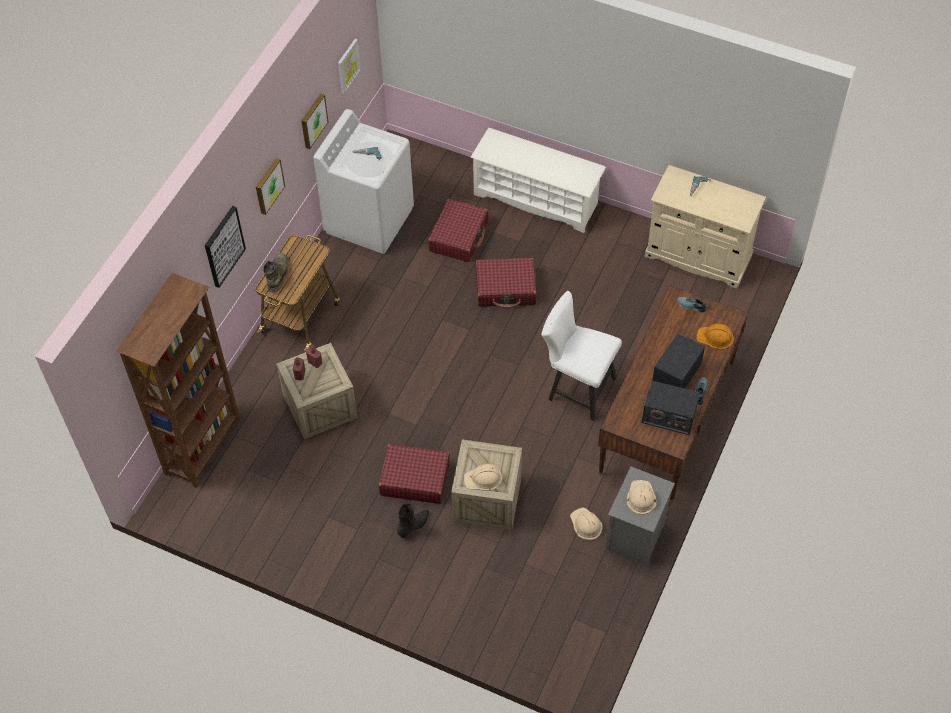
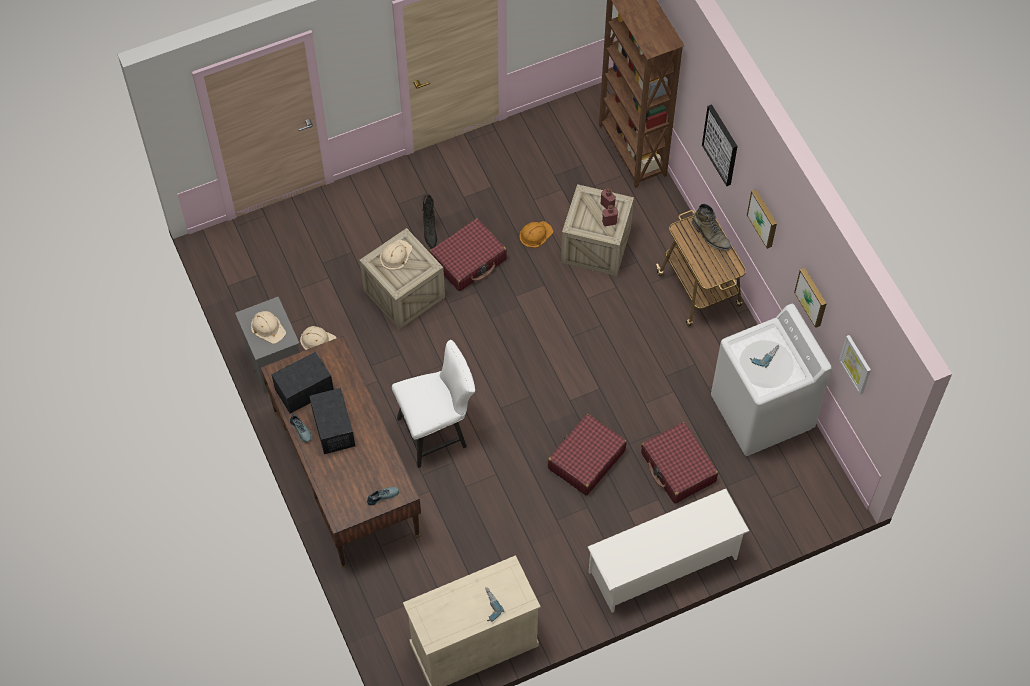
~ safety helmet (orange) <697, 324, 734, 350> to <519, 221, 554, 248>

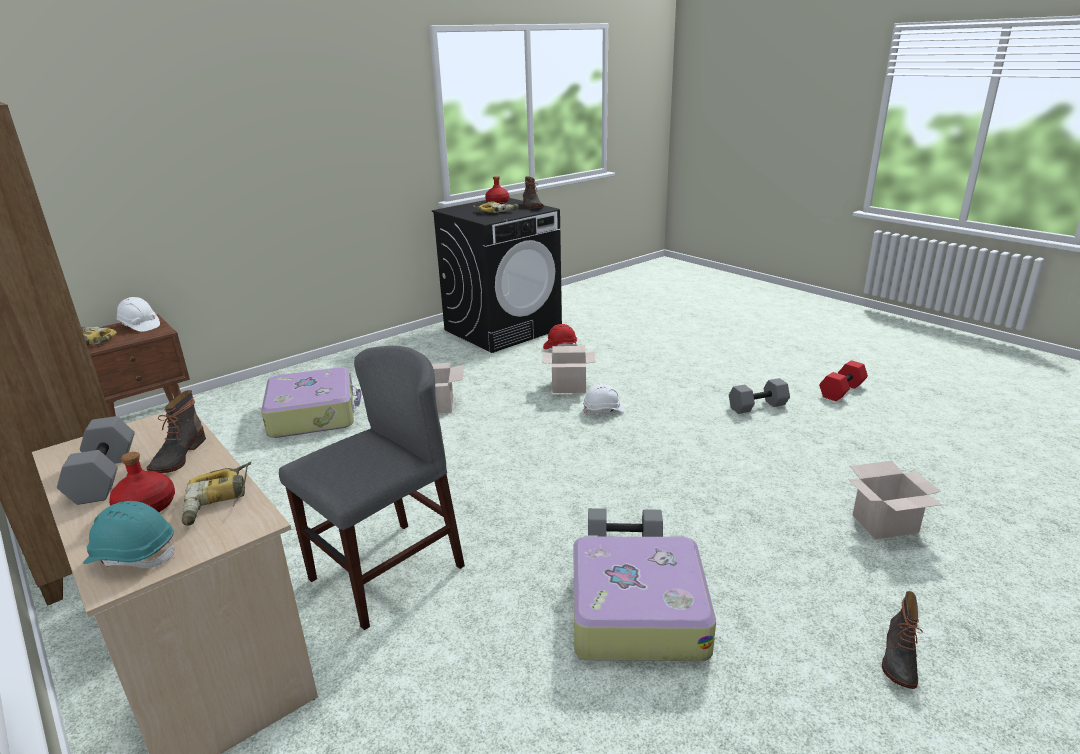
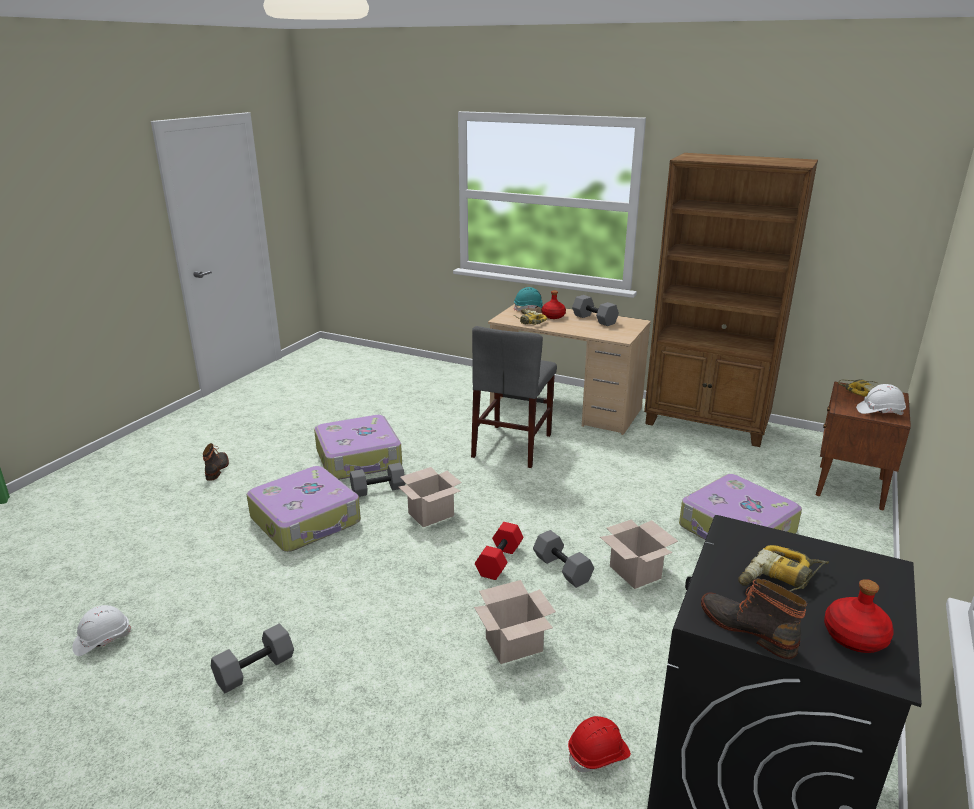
~ safety helmet (white-coloured) <583, 384, 625, 415> to <72, 605, 131, 656>
+ suitcase <246, 466, 361, 552>
~ packing box <848, 461, 942, 539> to <399, 467, 462, 527>
~ dumbbell (reddish) <819, 360, 868, 401> to <475, 522, 524, 580>
+ dumbbell (greyish) <533, 530, 594, 588>
- tall boot <146, 390, 206, 473>

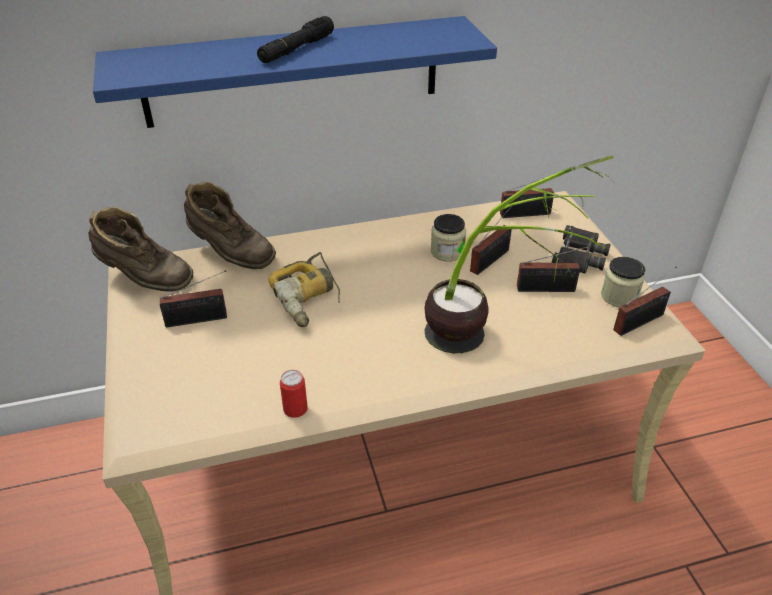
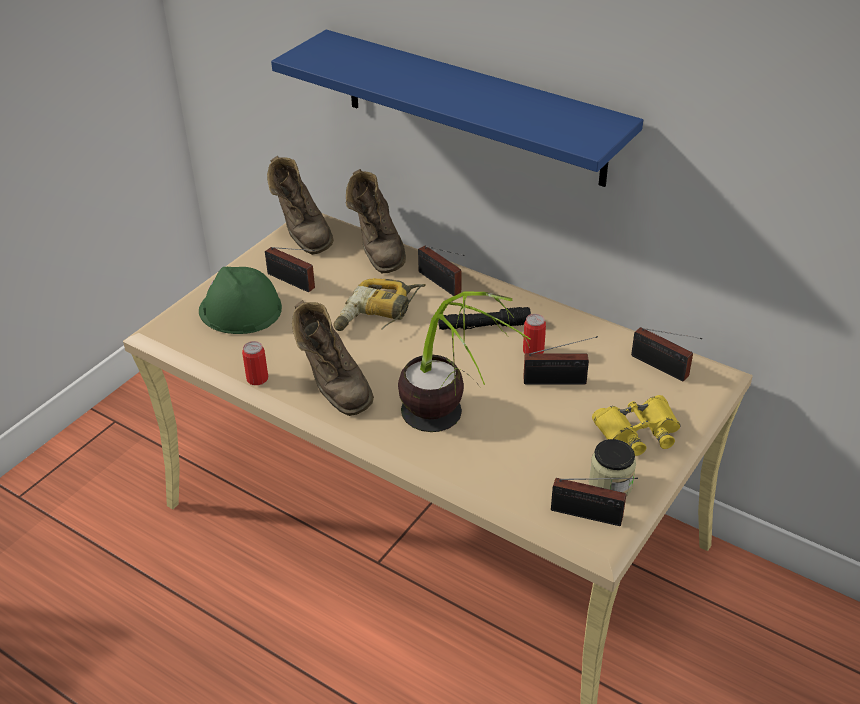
+ safety helmet (green-coloured) <199, 267, 282, 334>
+ tall boot (brown-coloured) <292, 300, 374, 416>
~ radio set <517, 246, 590, 292> to <418, 246, 465, 296>
~ hand torch (black) <257, 16, 334, 63> to <438, 307, 531, 330>
~ jar <431, 214, 466, 262> to can <523, 314, 546, 354>
~ binoculars (black) <551, 225, 611, 274> to binoculars (yellow-coloured) <592, 395, 680, 456>

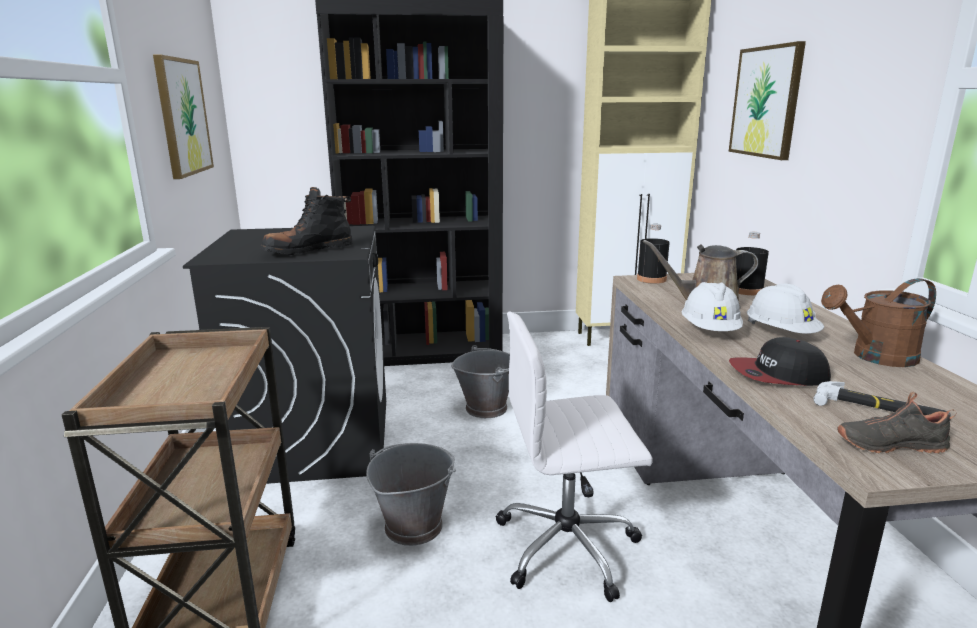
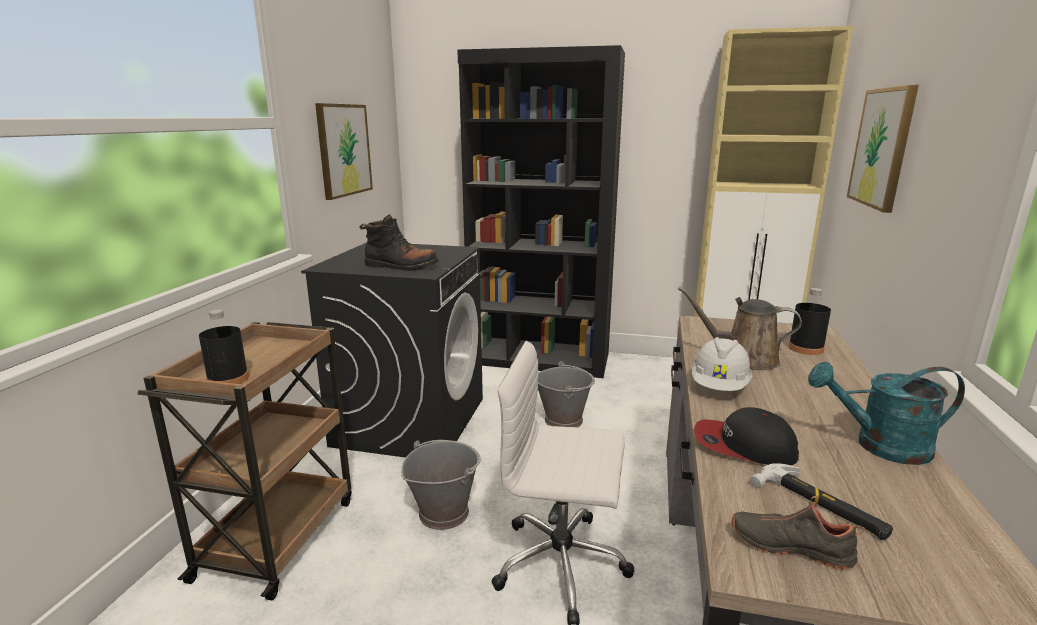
~ drink bottle (black) <637, 224, 670, 284> to <199, 309, 249, 384>
~ tall boot (black) <260, 187, 353, 255> = <359, 214, 439, 271> 150 degrees counterclockwise
~ watering pot (brown-coloured) <821, 278, 936, 367> to watering pot (blue-green) <808, 362, 965, 465>
- safety helmet (white-coloured) <747, 284, 824, 334>

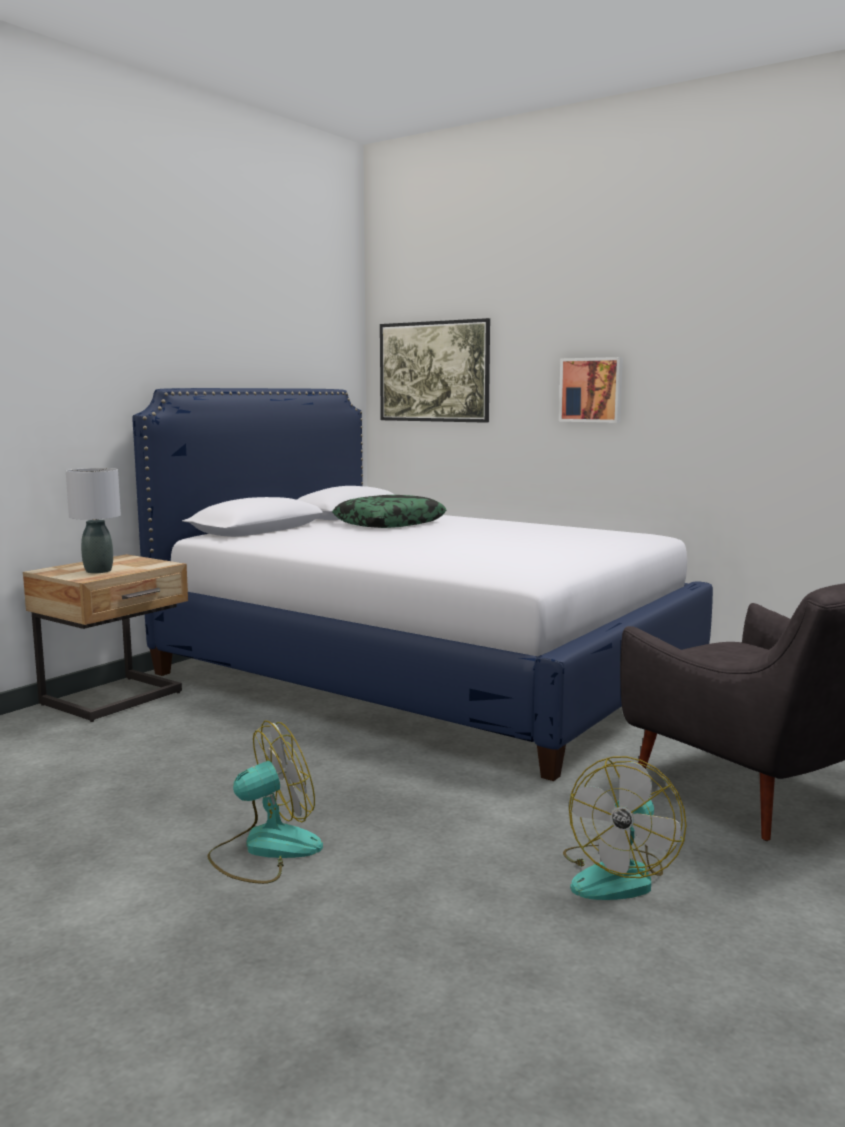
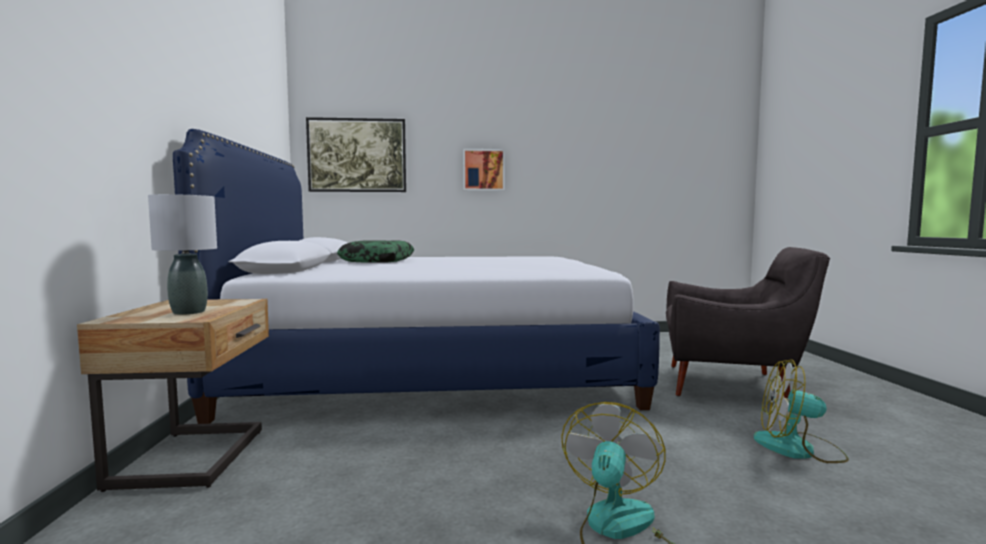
~ cooling fan <563, 756, 687, 900> = <754, 359, 849, 463> 120 degrees clockwise

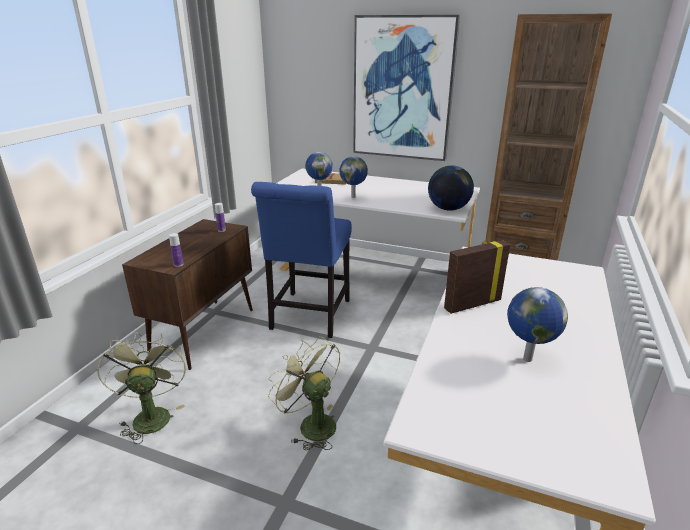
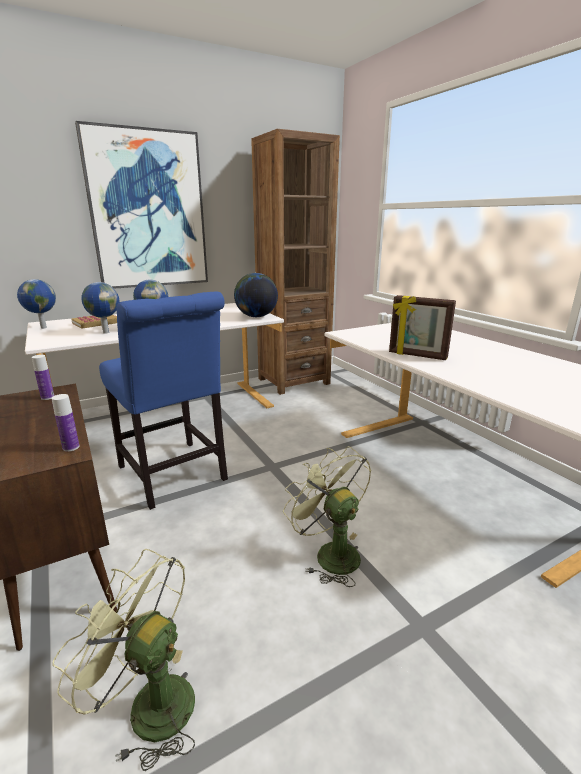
~ world globe <507, 287, 568, 362> to <17, 279, 56, 329>
~ cooling fan (green-coloured) <268, 336, 340, 450> = <283, 446, 371, 587> 60 degrees clockwise
~ picture frame <444, 240, 510, 314> = <389, 295, 456, 360> 75 degrees counterclockwise

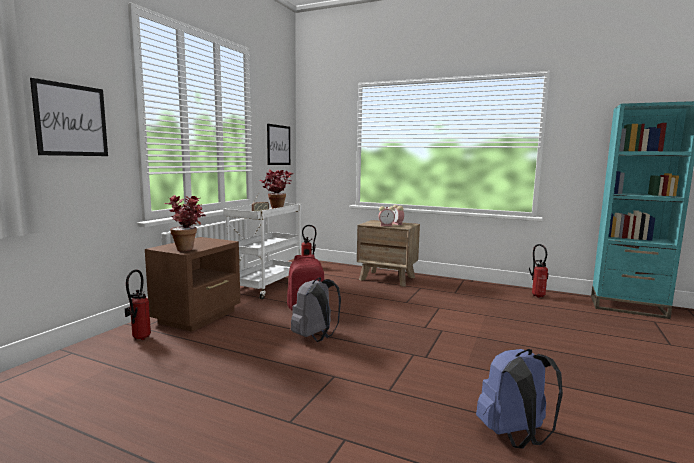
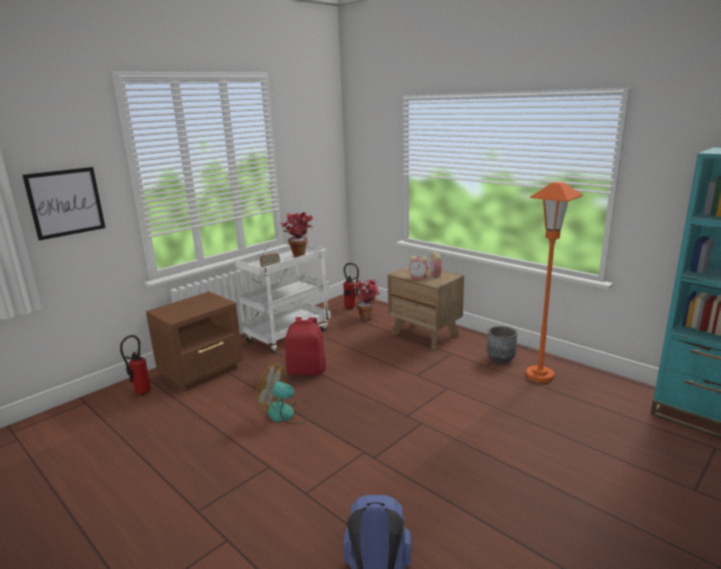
~ knapsack (greyish) <291, 277, 341, 342> to cooling fan <256, 363, 313, 424>
~ plant in a pot <164, 195, 206, 251> to <353, 279, 380, 320>
+ flower pot (greyish) <487, 326, 518, 363>
+ standard lamp (orange) <526, 182, 583, 383>
- picture <267, 124, 290, 165>
- fire extinguisher <529, 244, 548, 298>

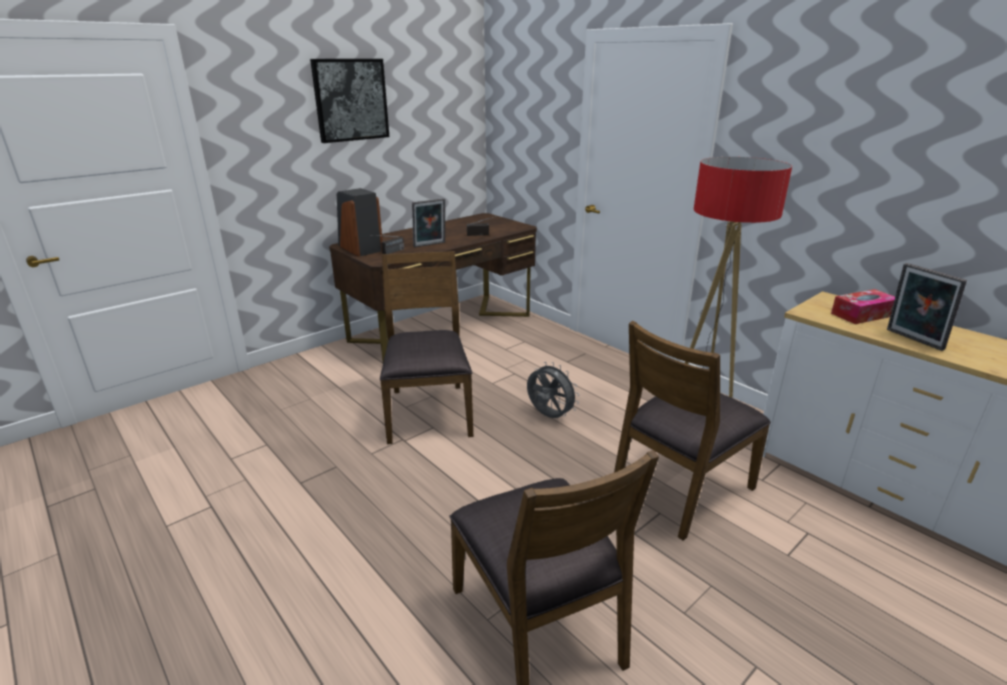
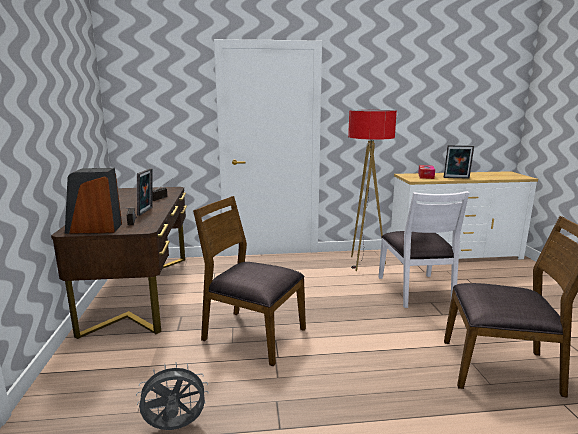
~ cooling fan (greyish) <527, 362, 579, 418> to <136, 362, 209, 430>
~ chair (brown-coloured) <614, 321, 771, 541> to chair (white-coloured) <378, 191, 469, 308>
- picture <310, 59, 389, 143>

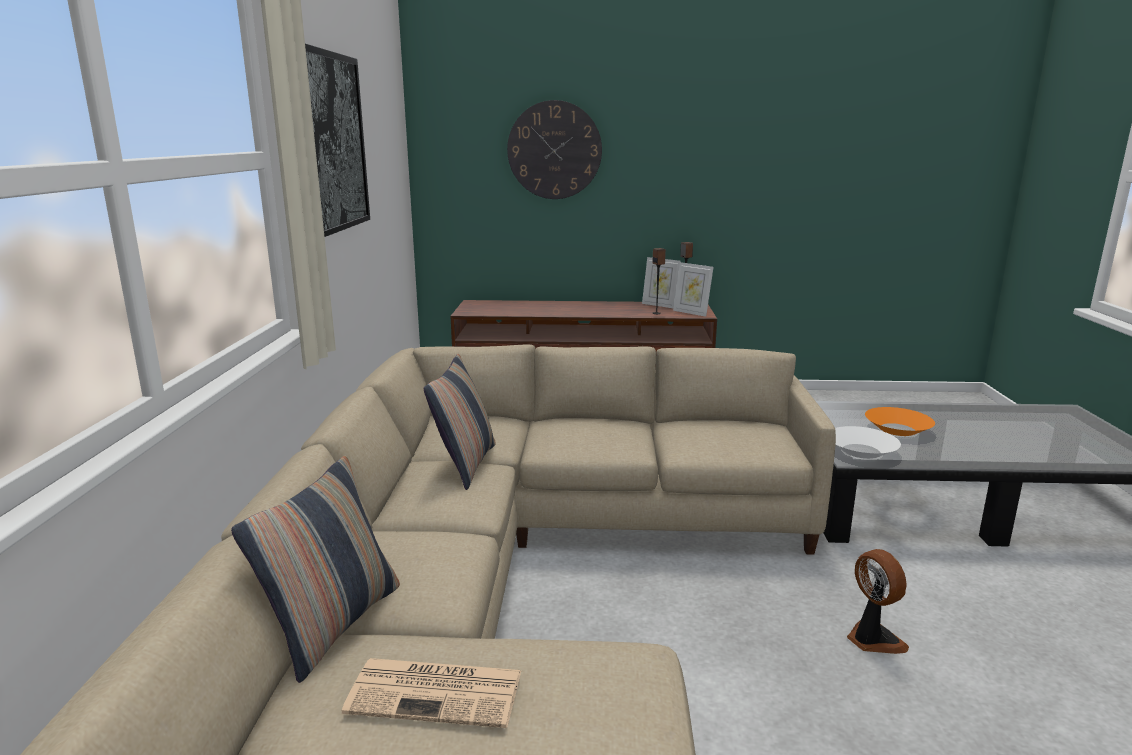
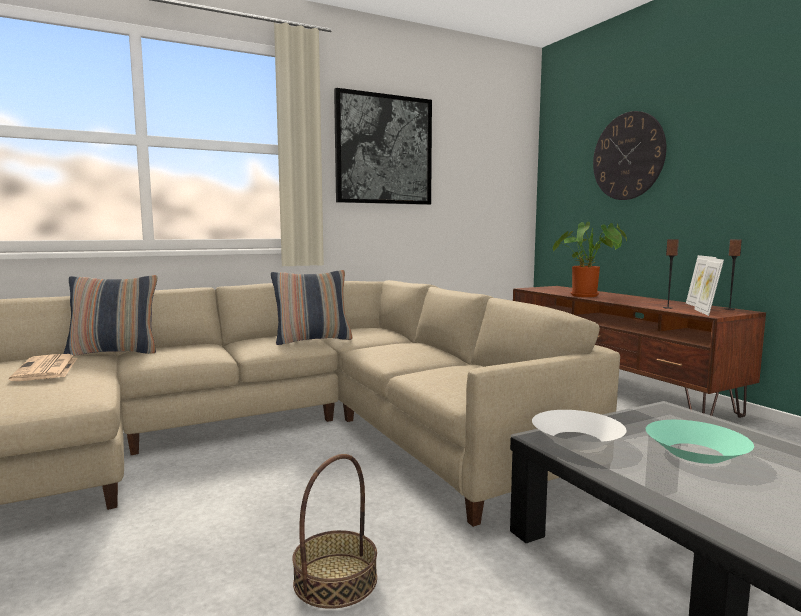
~ cooling fan <847, 549, 909, 654> to basket <292, 454, 377, 609>
+ plant in a pot <553, 221, 627, 297>
~ bowl (orange) <865, 407, 935, 436> to bowl (blue-green) <646, 420, 754, 464>

